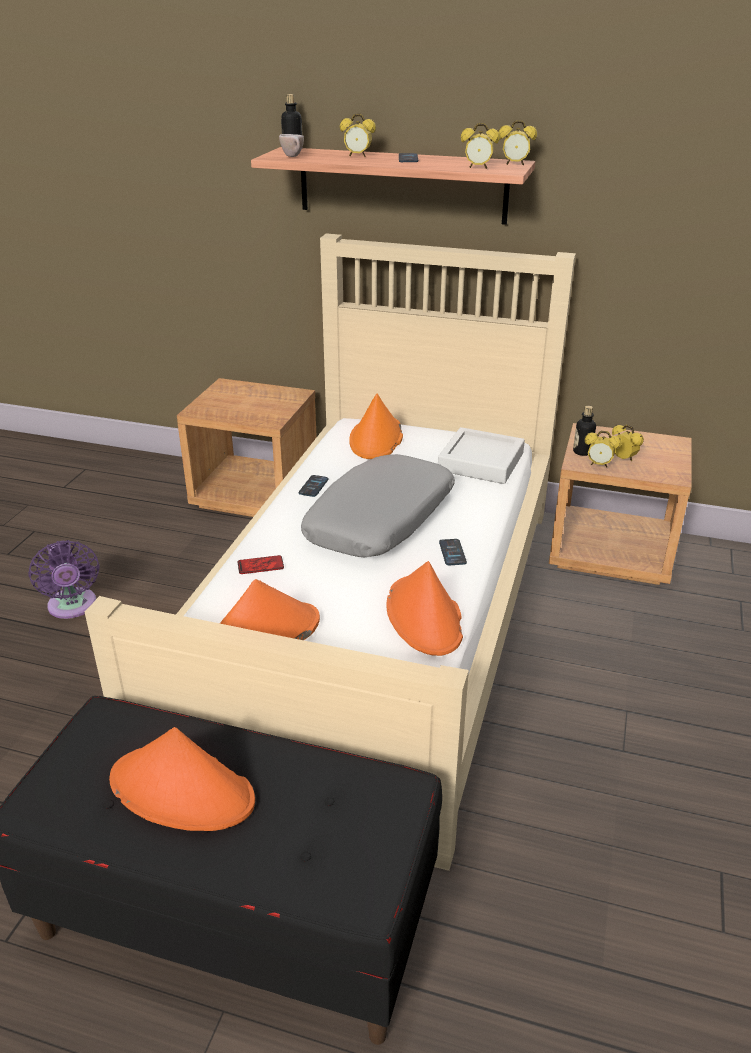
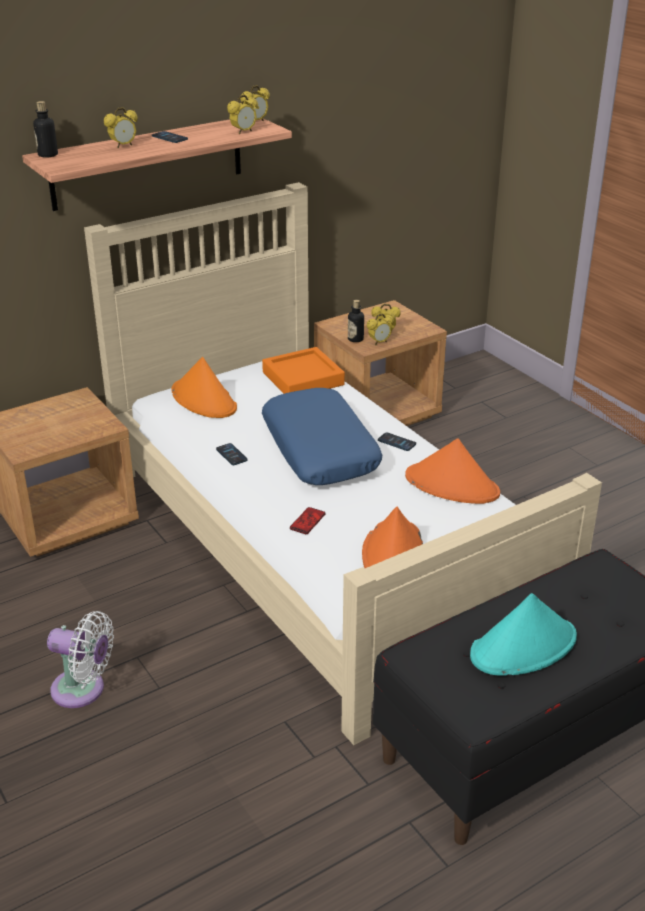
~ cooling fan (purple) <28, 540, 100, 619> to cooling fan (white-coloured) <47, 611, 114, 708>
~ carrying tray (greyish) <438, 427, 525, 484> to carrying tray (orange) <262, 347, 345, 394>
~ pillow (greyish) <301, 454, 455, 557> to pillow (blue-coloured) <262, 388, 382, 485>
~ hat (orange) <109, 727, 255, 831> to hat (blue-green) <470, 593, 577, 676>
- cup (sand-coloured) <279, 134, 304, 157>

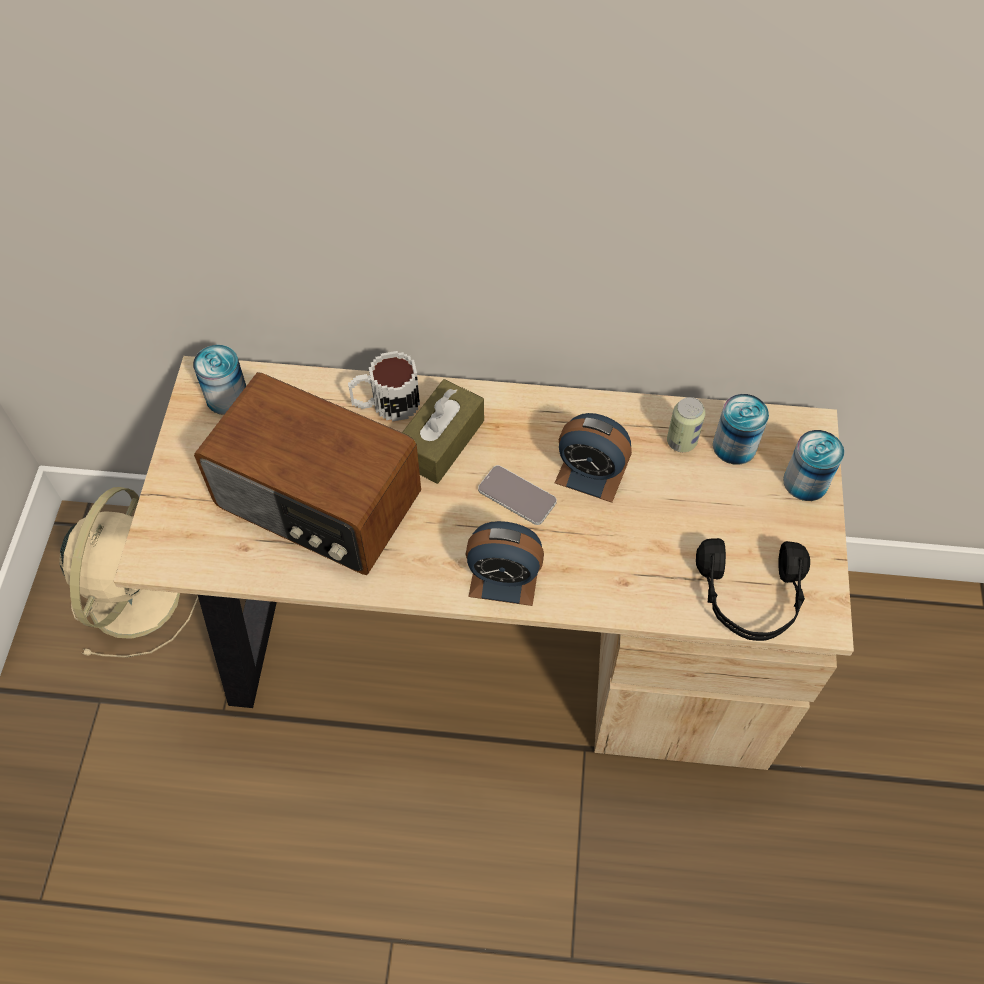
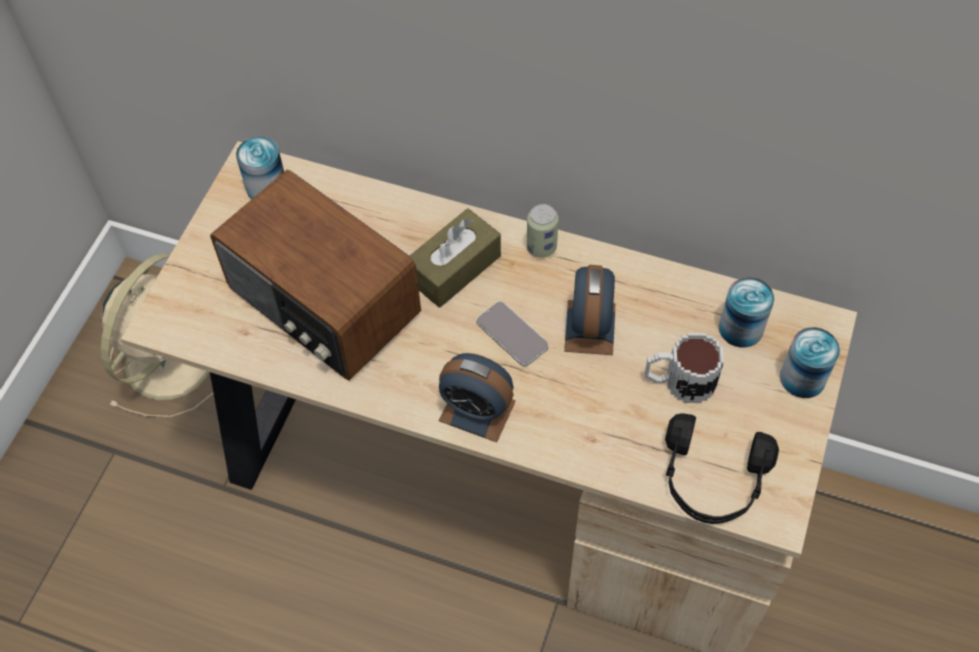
~ can <667, 397, 705, 452> to <527, 204, 559, 258>
~ alarm clock <555, 413, 632, 503> = <564, 265, 616, 355> 60 degrees clockwise
~ coffee mug <348, 351, 420, 422> to <645, 333, 724, 403>

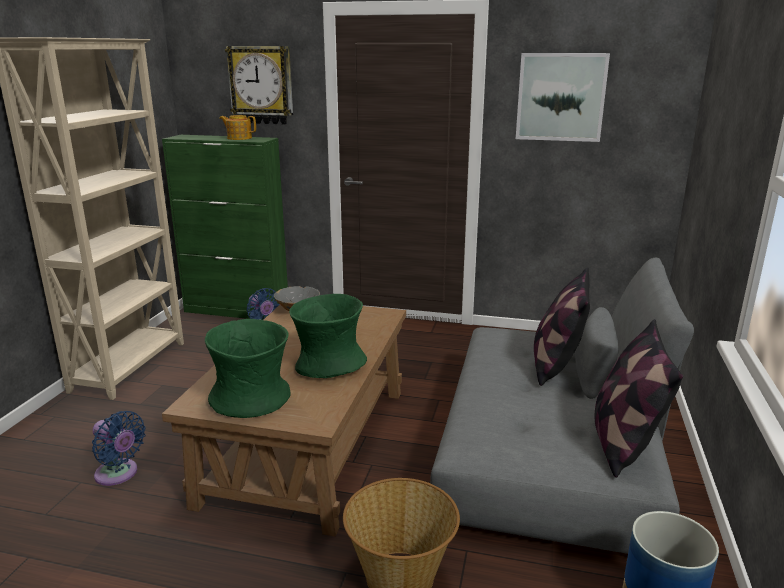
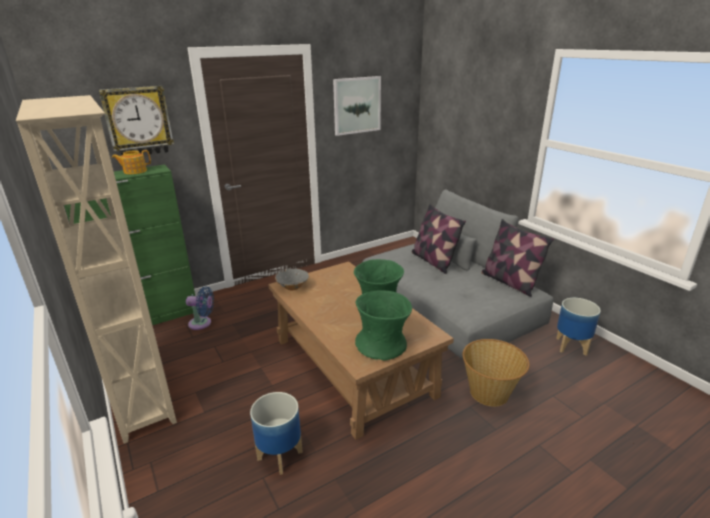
~ cooling fan (blue-coloured) <92, 411, 146, 486> to flower pot <250, 392, 303, 475>

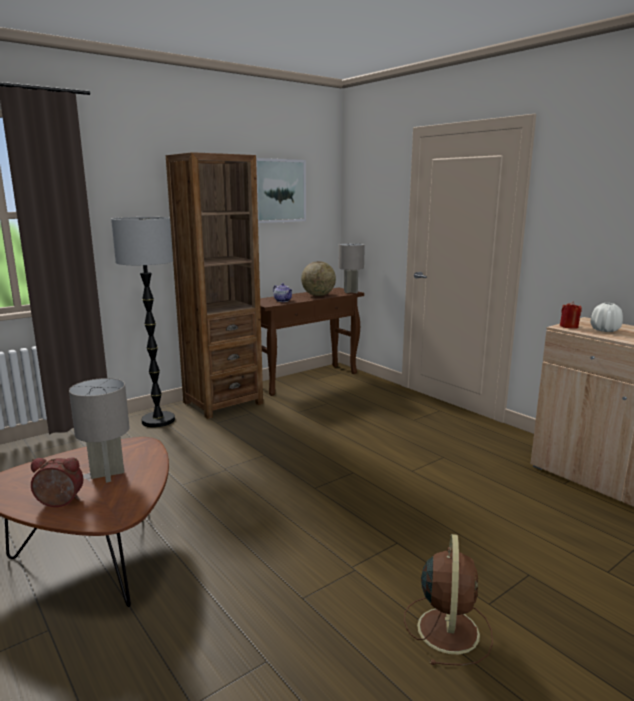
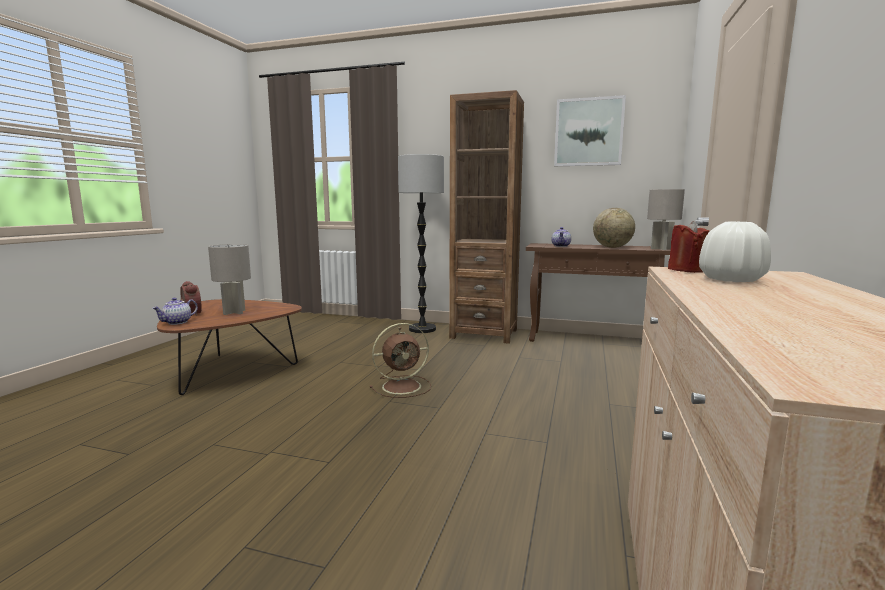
+ pot for tea <152, 298, 198, 325>
~ cooling fan (brown-coloured) <404, 534, 493, 666> to <370, 323, 431, 398>

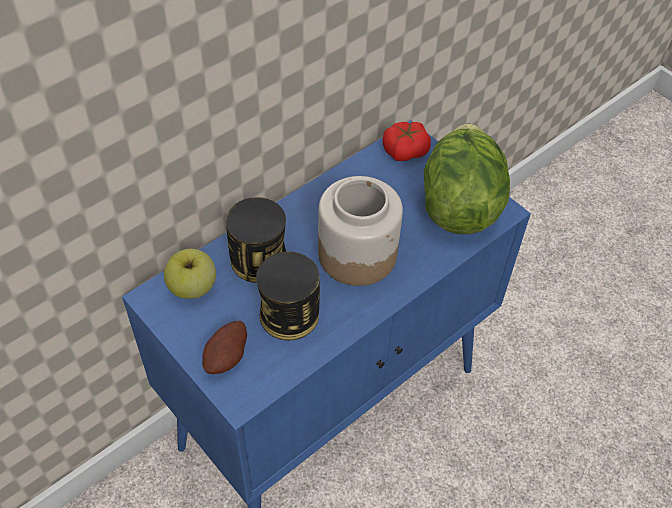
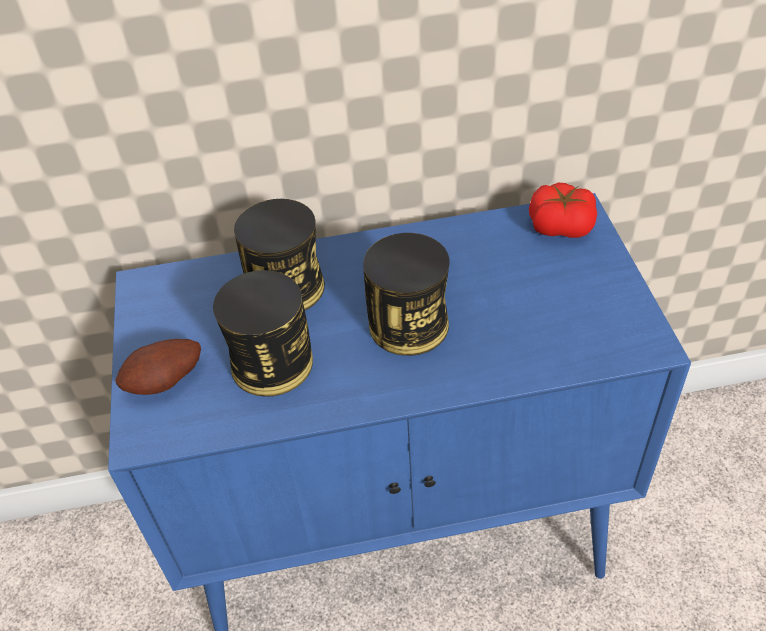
~ jar <318, 176, 403, 286> to can <363, 233, 449, 356>
- apple <164, 249, 216, 299>
- head of lettuce <424, 123, 510, 234>

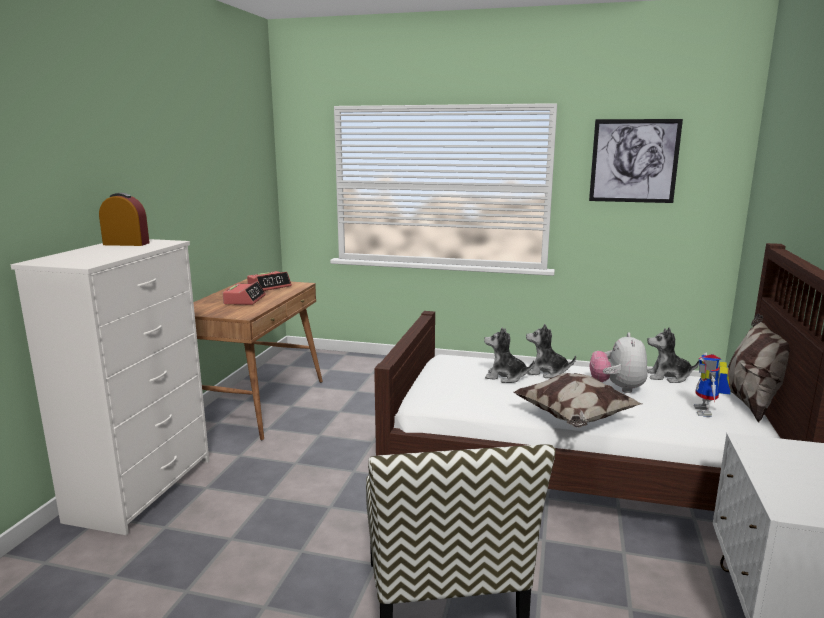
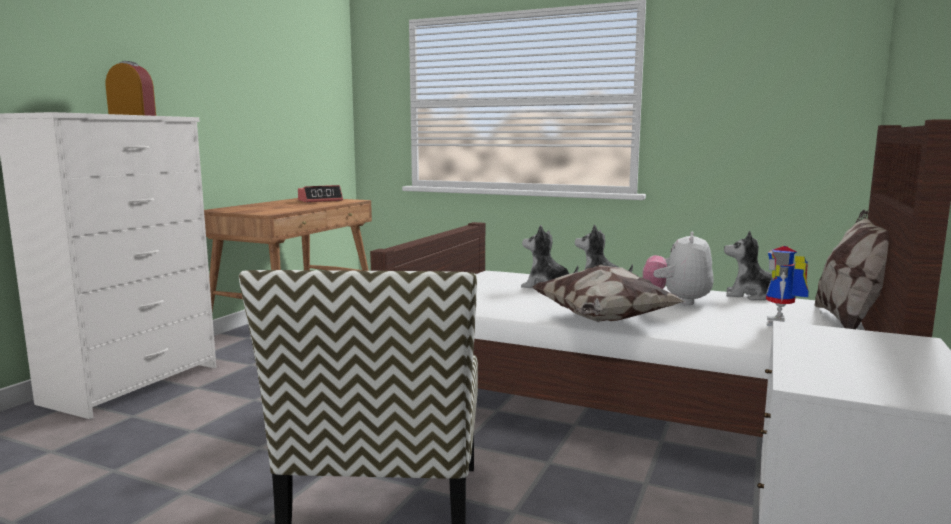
- alarm clock <223, 281, 266, 305>
- picture <589, 119, 683, 203>

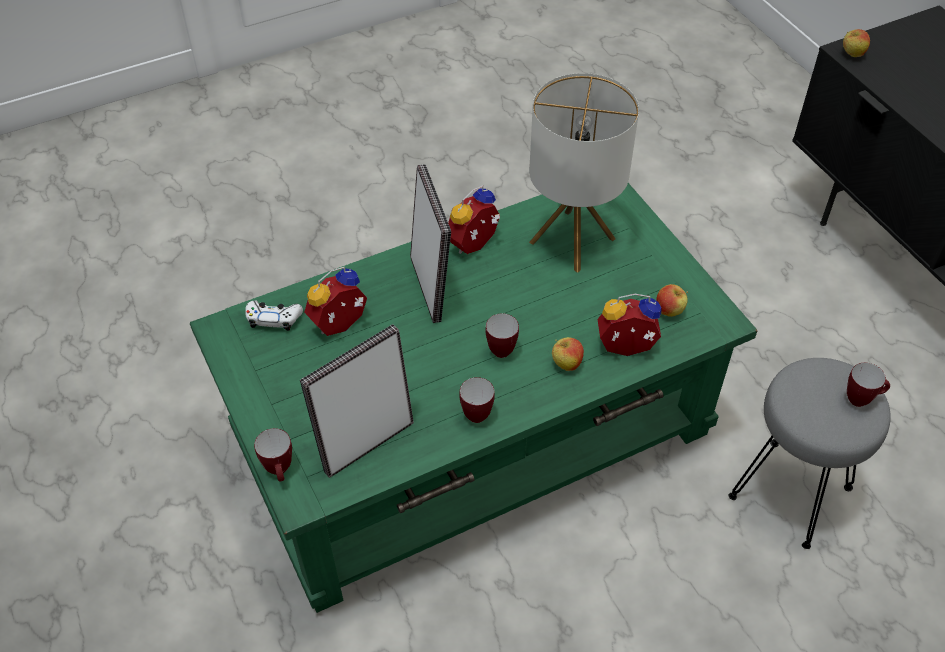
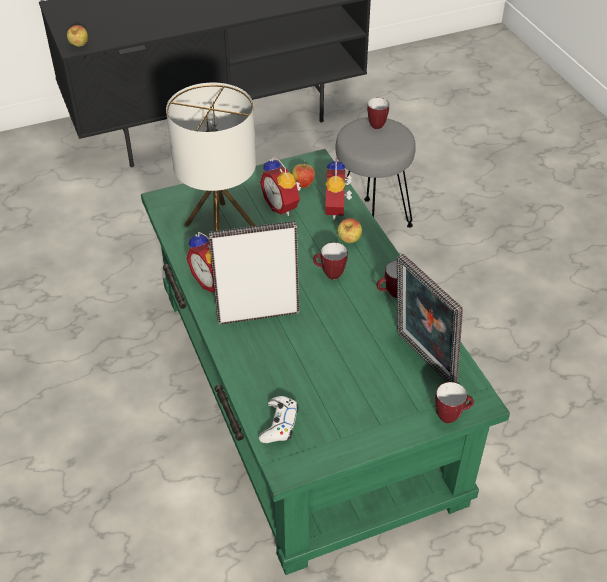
~ alarm clock <304, 267, 367, 336> to <260, 156, 301, 216>

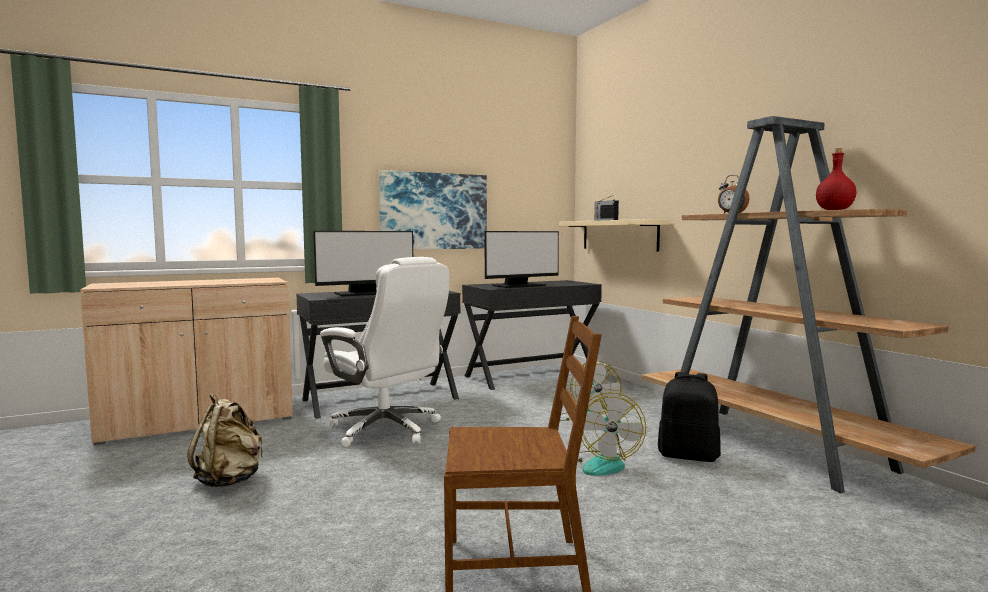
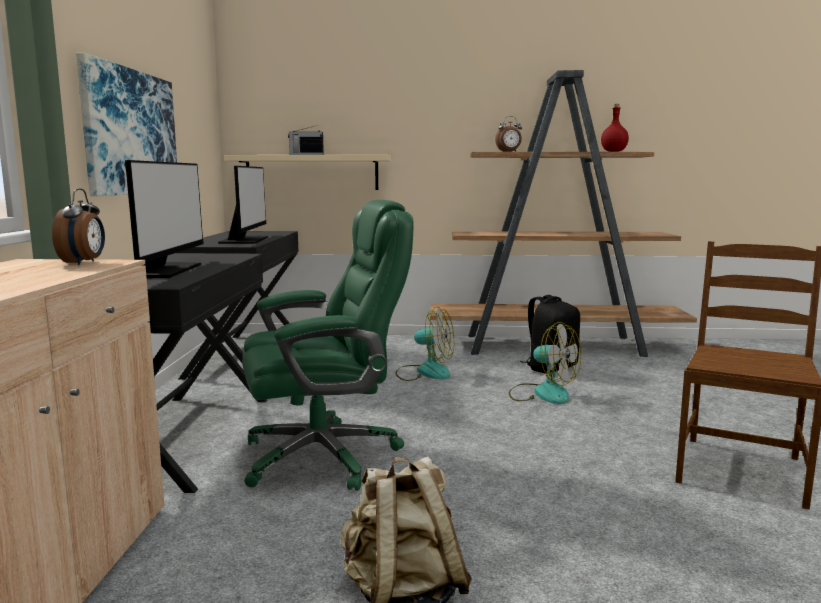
+ alarm clock <52, 189, 105, 265>
~ office chair (white-coloured) <320, 257, 449, 447> to office chair (green-coloured) <242, 200, 414, 491>

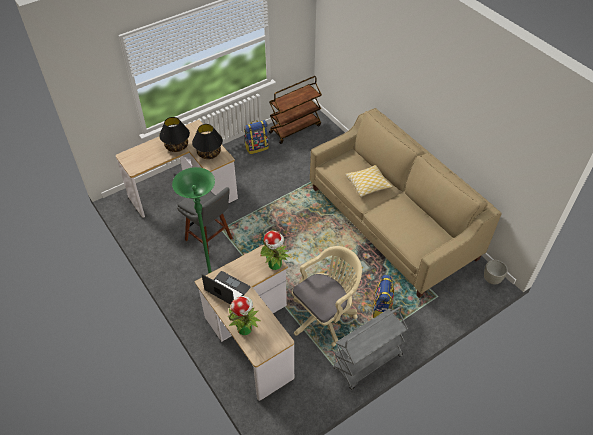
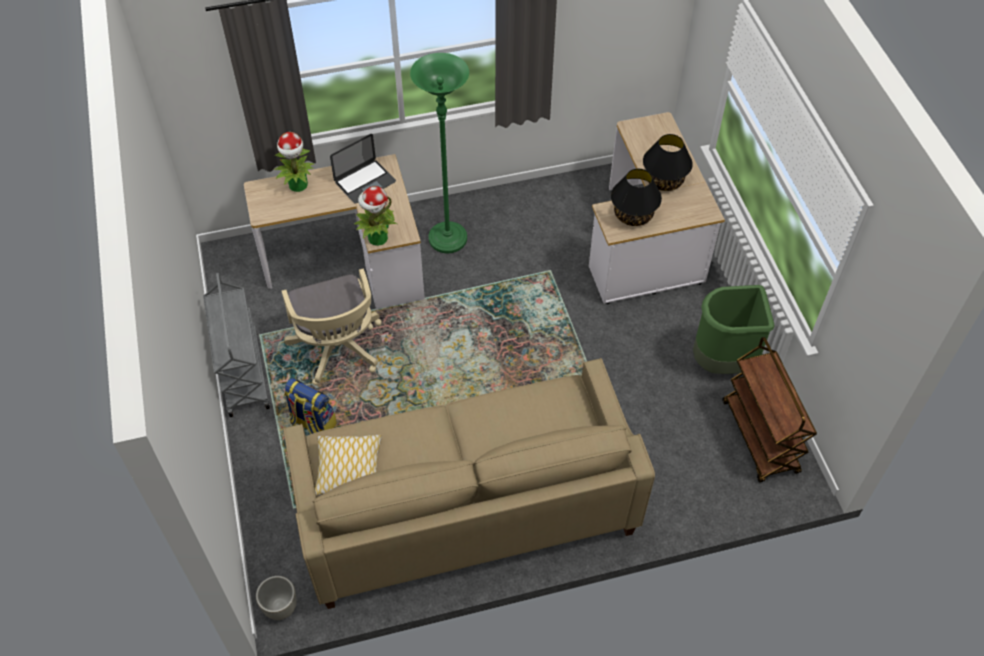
~ pillow <345, 165, 393, 197> to <315, 434, 382, 496>
~ knapsack <244, 120, 269, 154> to rubbish bin (green-coloured) <693, 285, 775, 374>
- sitting stool (greyish) <177, 187, 232, 254>

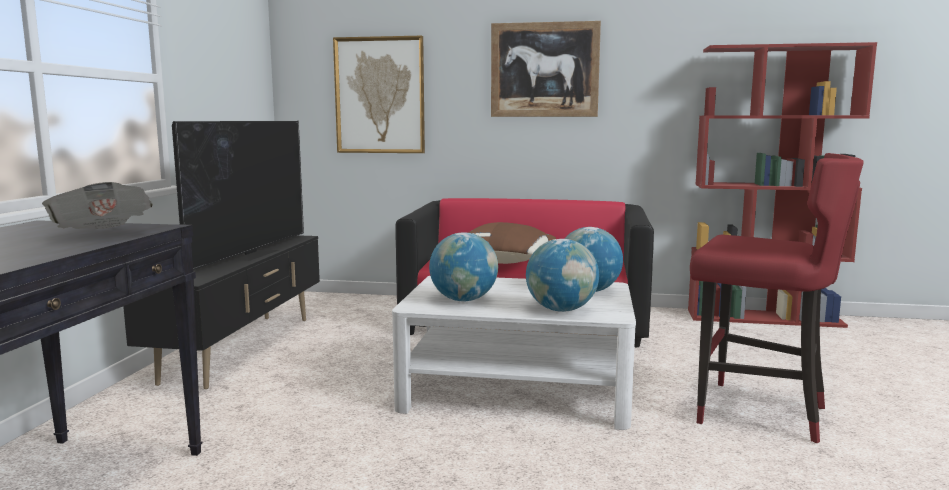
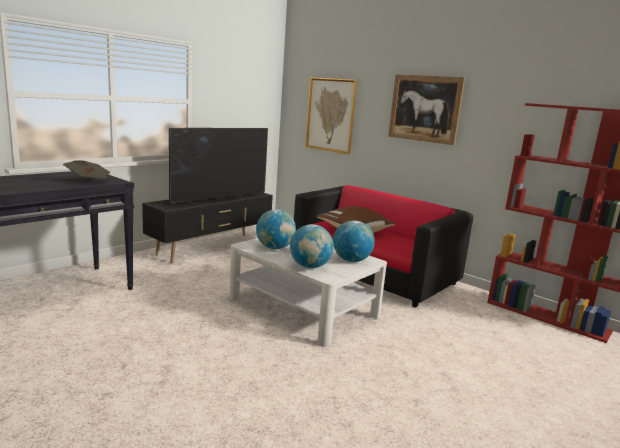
- sitting stool (reddish) <690, 153, 864, 443>

